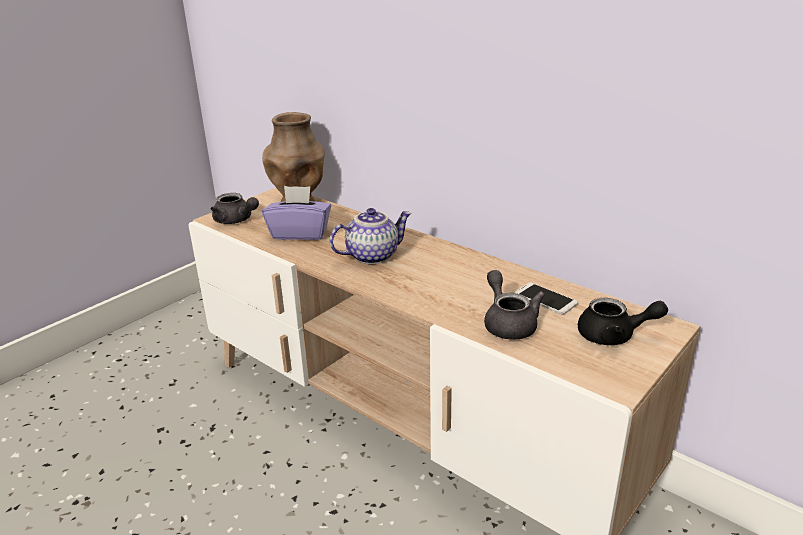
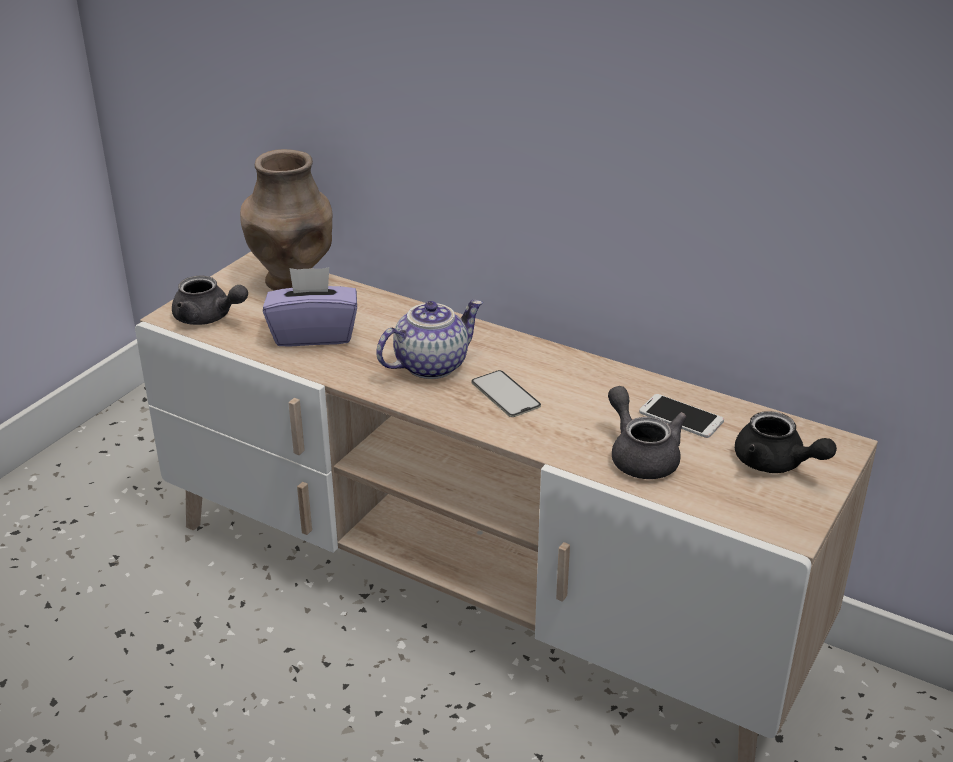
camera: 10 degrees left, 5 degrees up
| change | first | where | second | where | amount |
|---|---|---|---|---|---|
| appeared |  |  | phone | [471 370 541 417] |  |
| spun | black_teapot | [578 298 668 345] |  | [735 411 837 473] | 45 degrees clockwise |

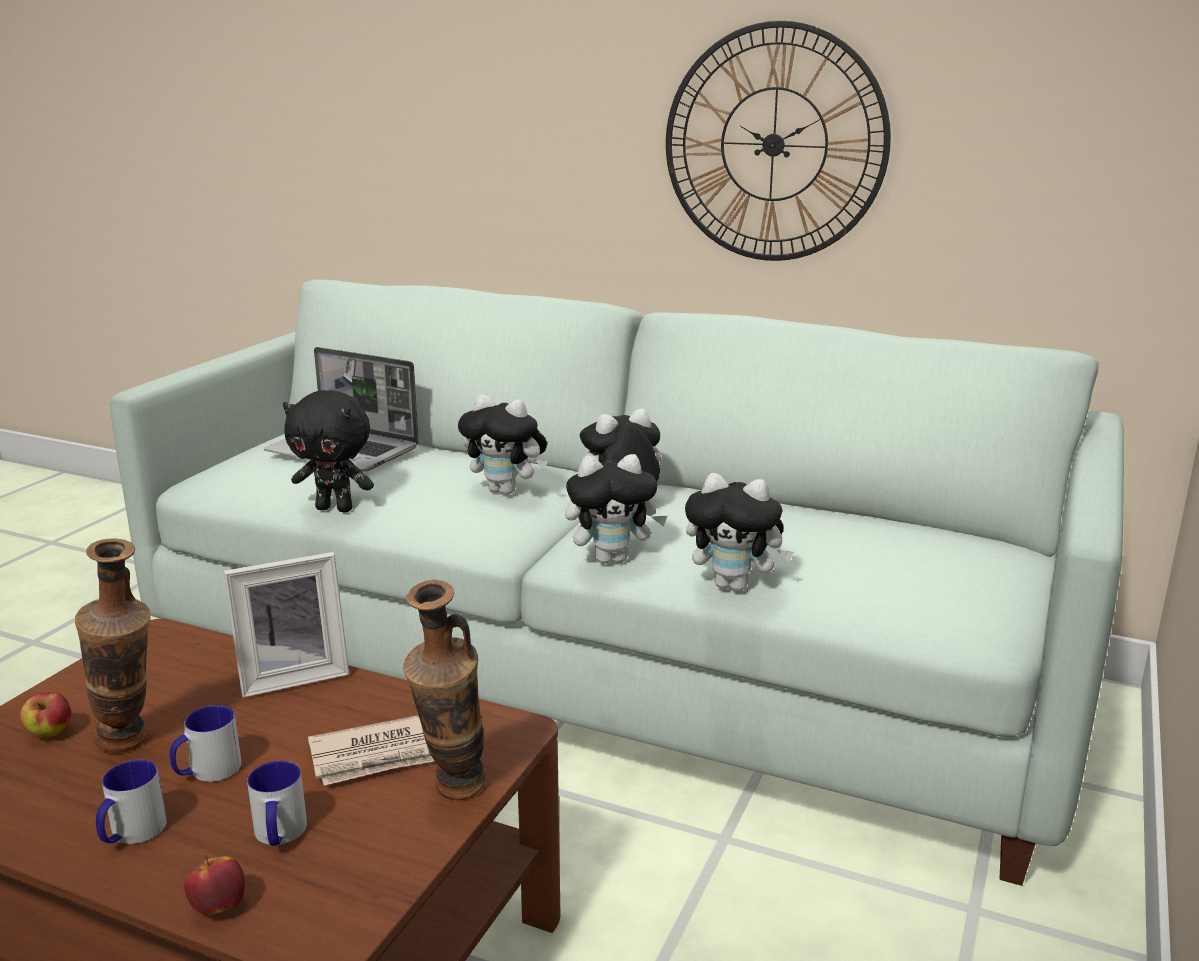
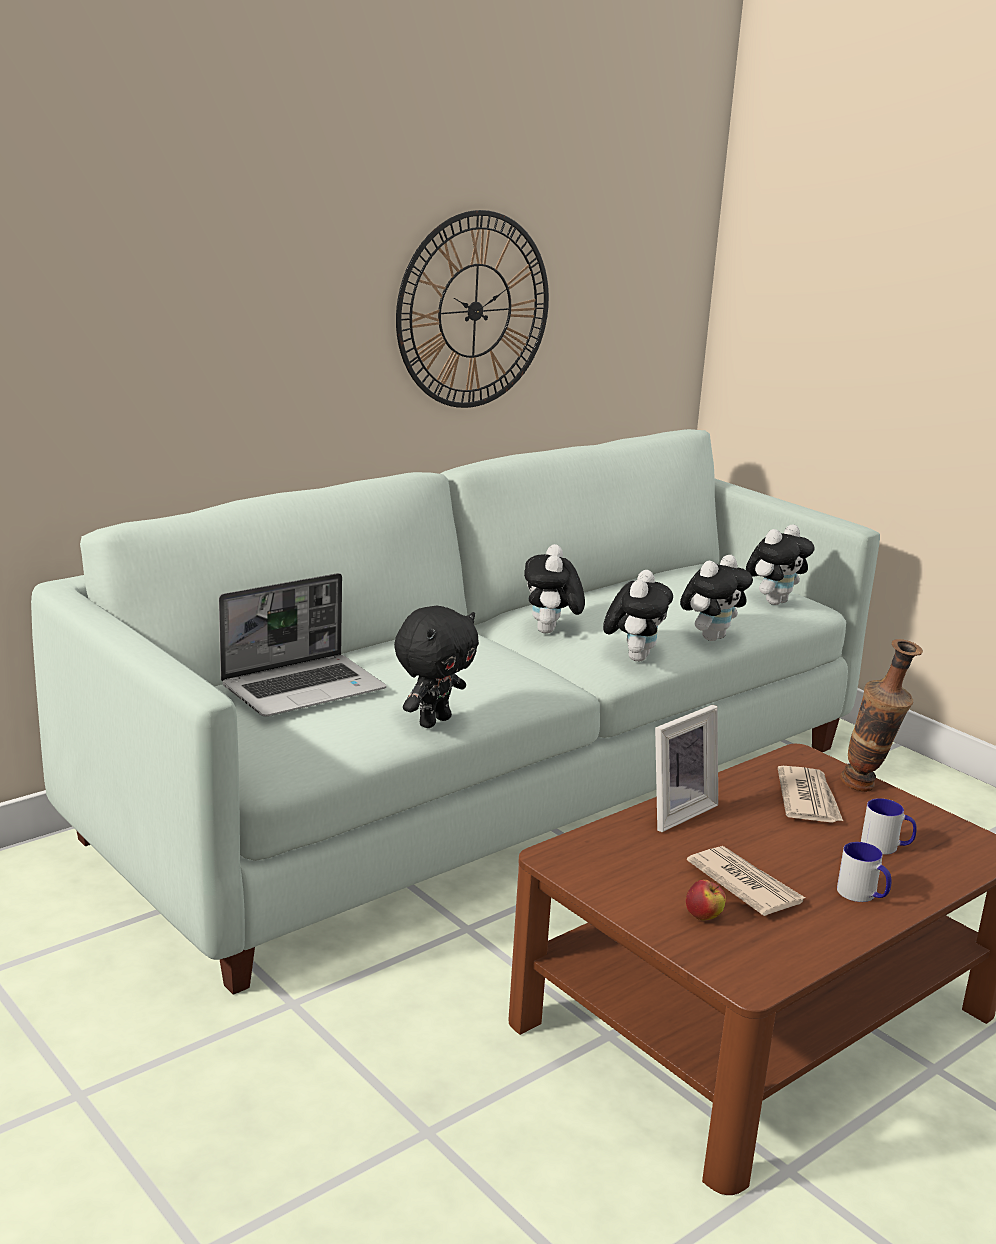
camera: 65 degrees left, 0 degrees up
| change | first | where | second | where | amount |
|---|---|---|---|---|---|
| spun | picture_frame | [223 552 349 698] |  | [655 705 718 832] | 45 degrees clockwise |
| exchanged | vase | [75 539 150 753] | newspaper | [687 846 805 916] |  |
| relocated | plush_toy | [458 394 548 495] |  | [746 524 815 605] |  |
| missing | mug | [170 705 242 782] |  |  |  |
| missing | apple | [184 855 245 916] |  |  |  |

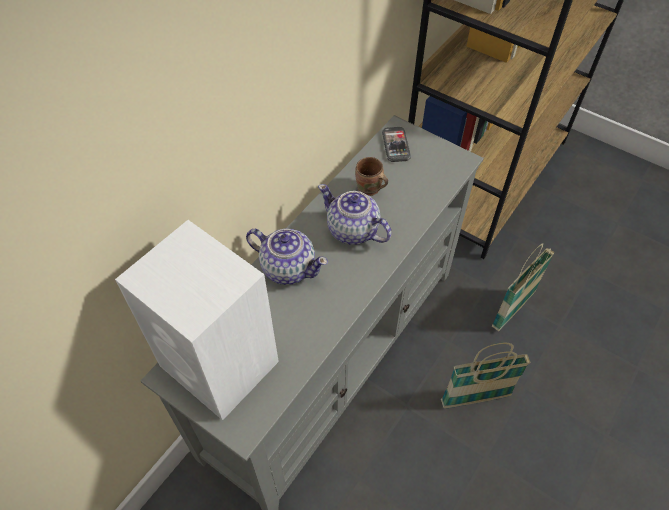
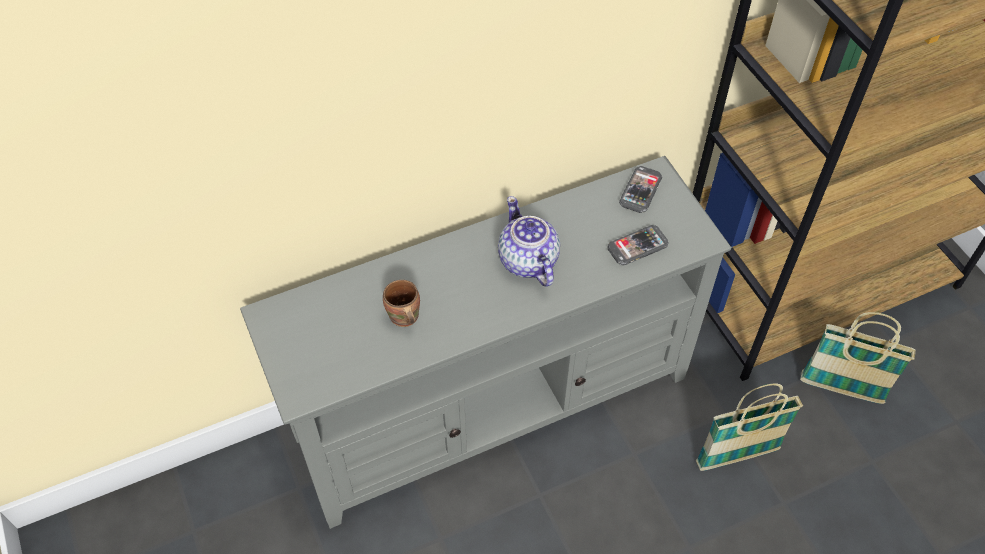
camera: 30 degrees right, 0 degrees up
| change | first | where | second | where | amount |
|---|---|---|---|---|---|
| relocated | brown_mug | [355 157 388 196] |  | [383 280 420 327] |  |
| appeared |  |  | phone | [608 225 668 265] |  |
| relocated | basket | [441 343 531 408] |  | [800 312 916 404] |  |
| missing | white_speaker | [115 220 279 420] |  |  |  |
| missing | teapot | [246 229 328 285] |  |  |  |

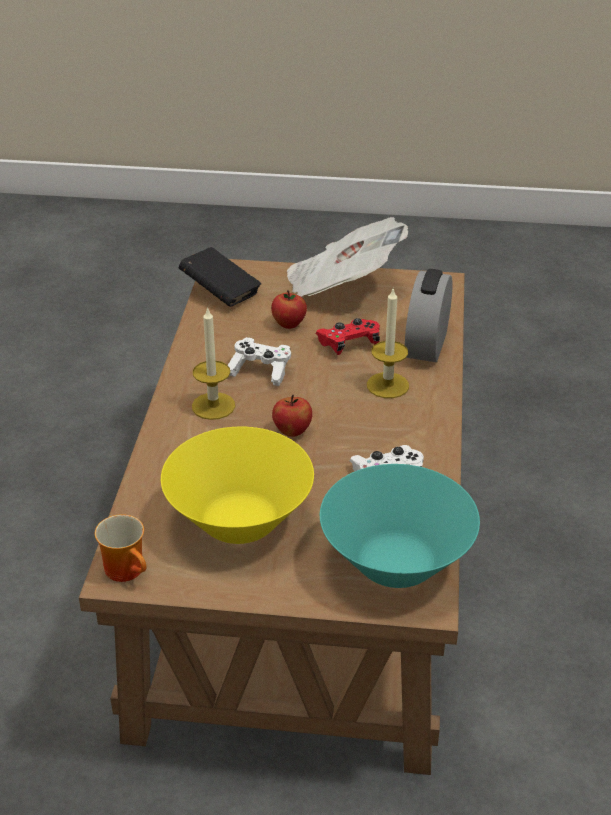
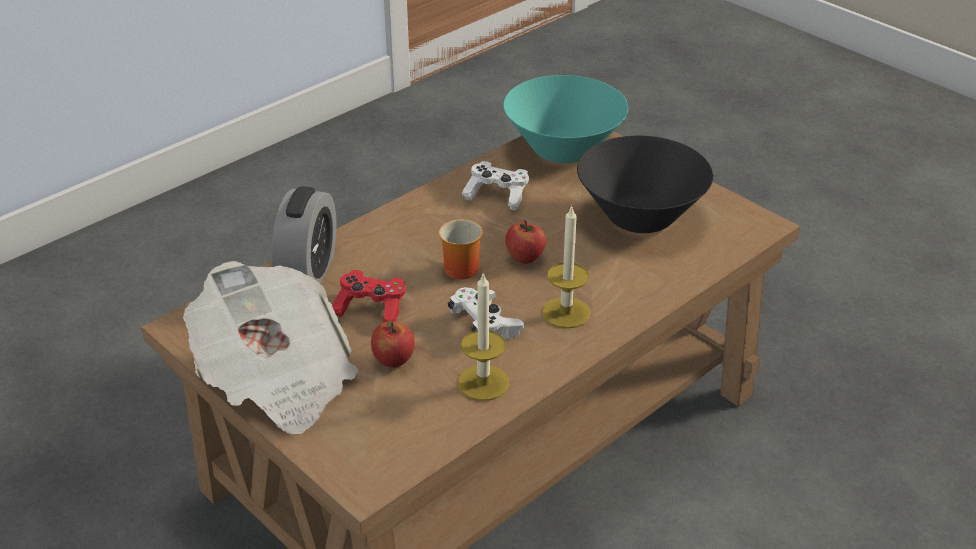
camera: 140 degrees left, 0 degrees up
| change | first | where | second | where | amount |
|---|---|---|---|---|---|
| spun | alarm_clock | [405 269 453 362] |  | [272 186 337 284] | 45 degrees counterclockwise |
| relocated | mug | [95 514 147 582] |  | [439 219 483 279] |  |
| relocated | candle | [367 287 409 398] |  | [458 274 509 401] |  |
| colour | yellow_bowl | [161 427 314 544] | black_bowl | [577 135 713 233] |  |
| missing | black_book | [179 247 261 307] |  |  |  |

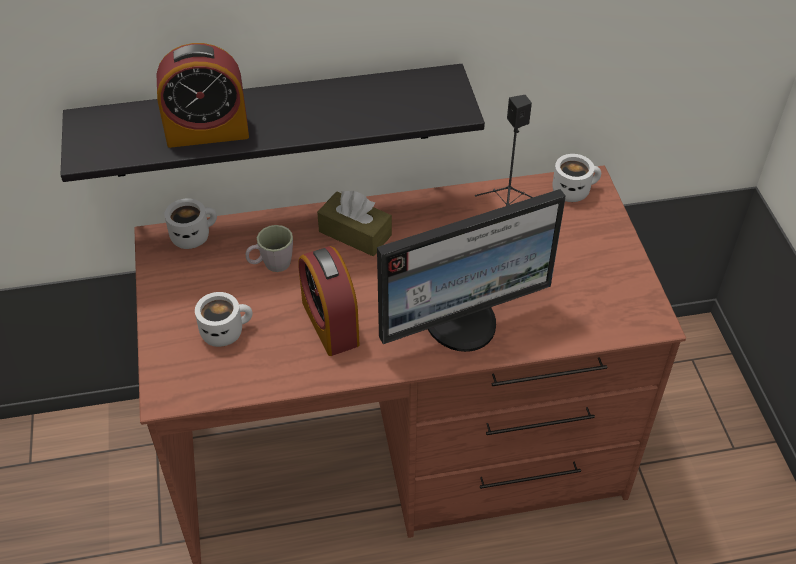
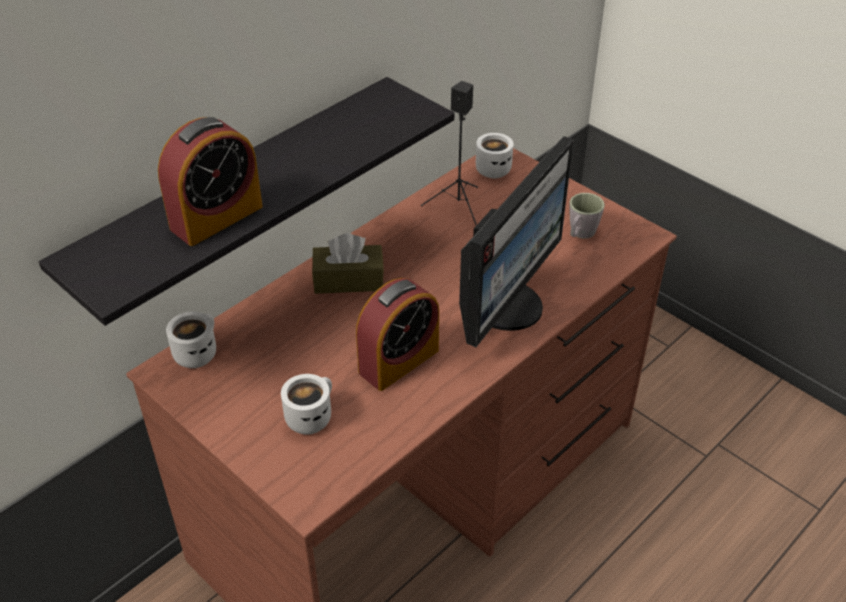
camera: 35 degrees left, 5 degrees down
| change | first | where | second | where | amount |
|---|---|---|---|---|---|
| spun | alarm_clock | [298 246 359 356] |  | [356 278 439 391] | 75 degrees counterclockwise |
| relocated | grey_mug | [246 225 293 272] |  | [569 193 605 239] |  |

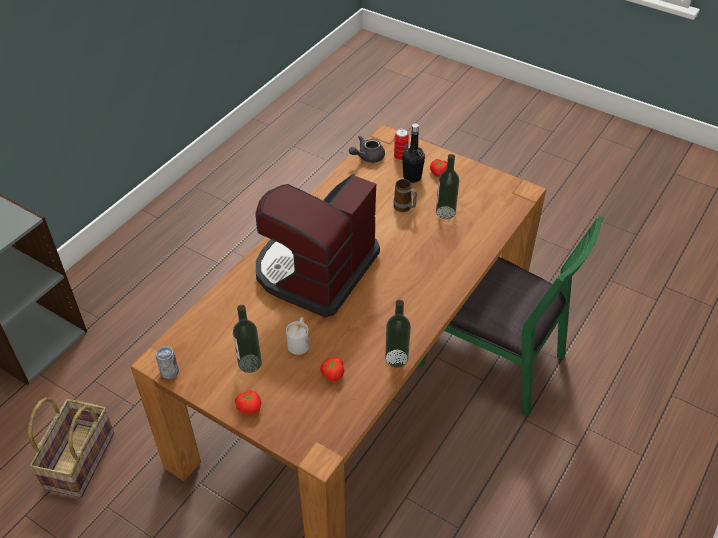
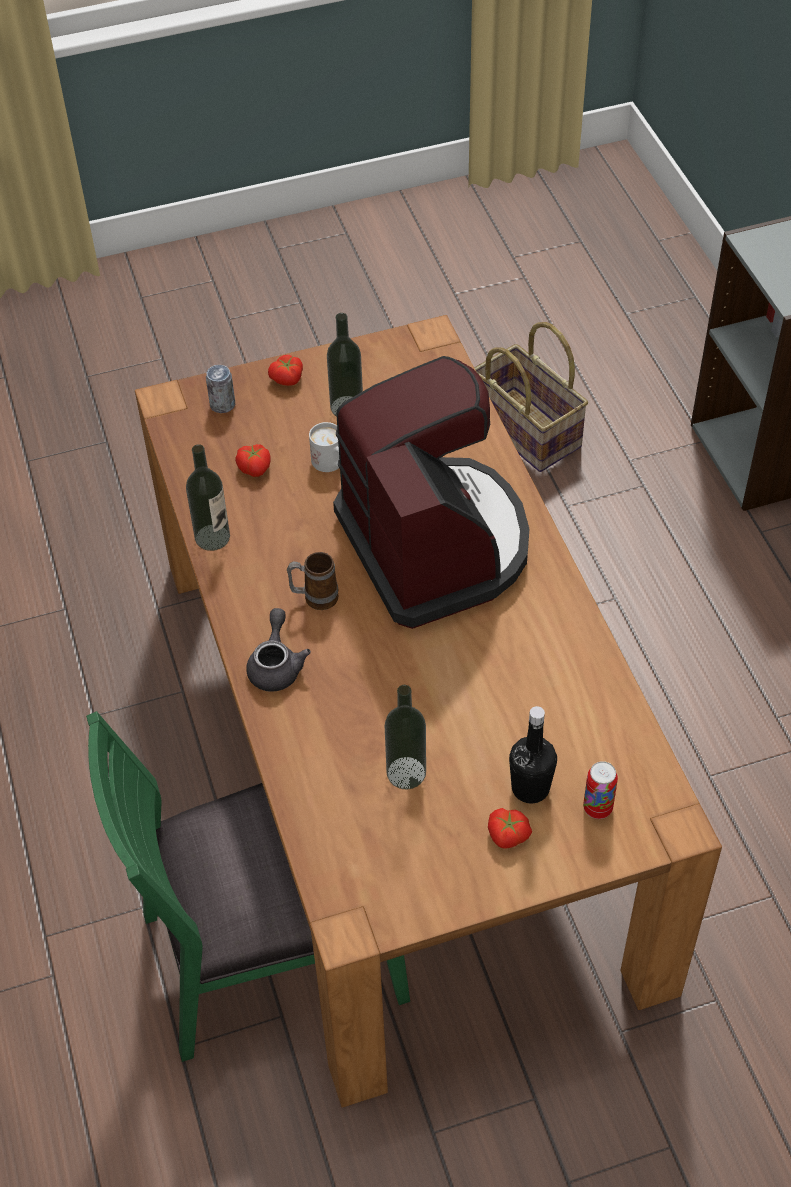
camera: 130 degrees right, 5 degrees up
| change | first | where | second | where | amount |
|---|---|---|---|---|---|
| relocated | can | [156 346 179 379] |  | [206 365 235 413] |  |
| relocated | grey_teapot | [349 136 385 163] |  | [246 608 311 692] |  |
| relocated | mug | [394 179 417 212] |  | [287 552 338 610] |  |

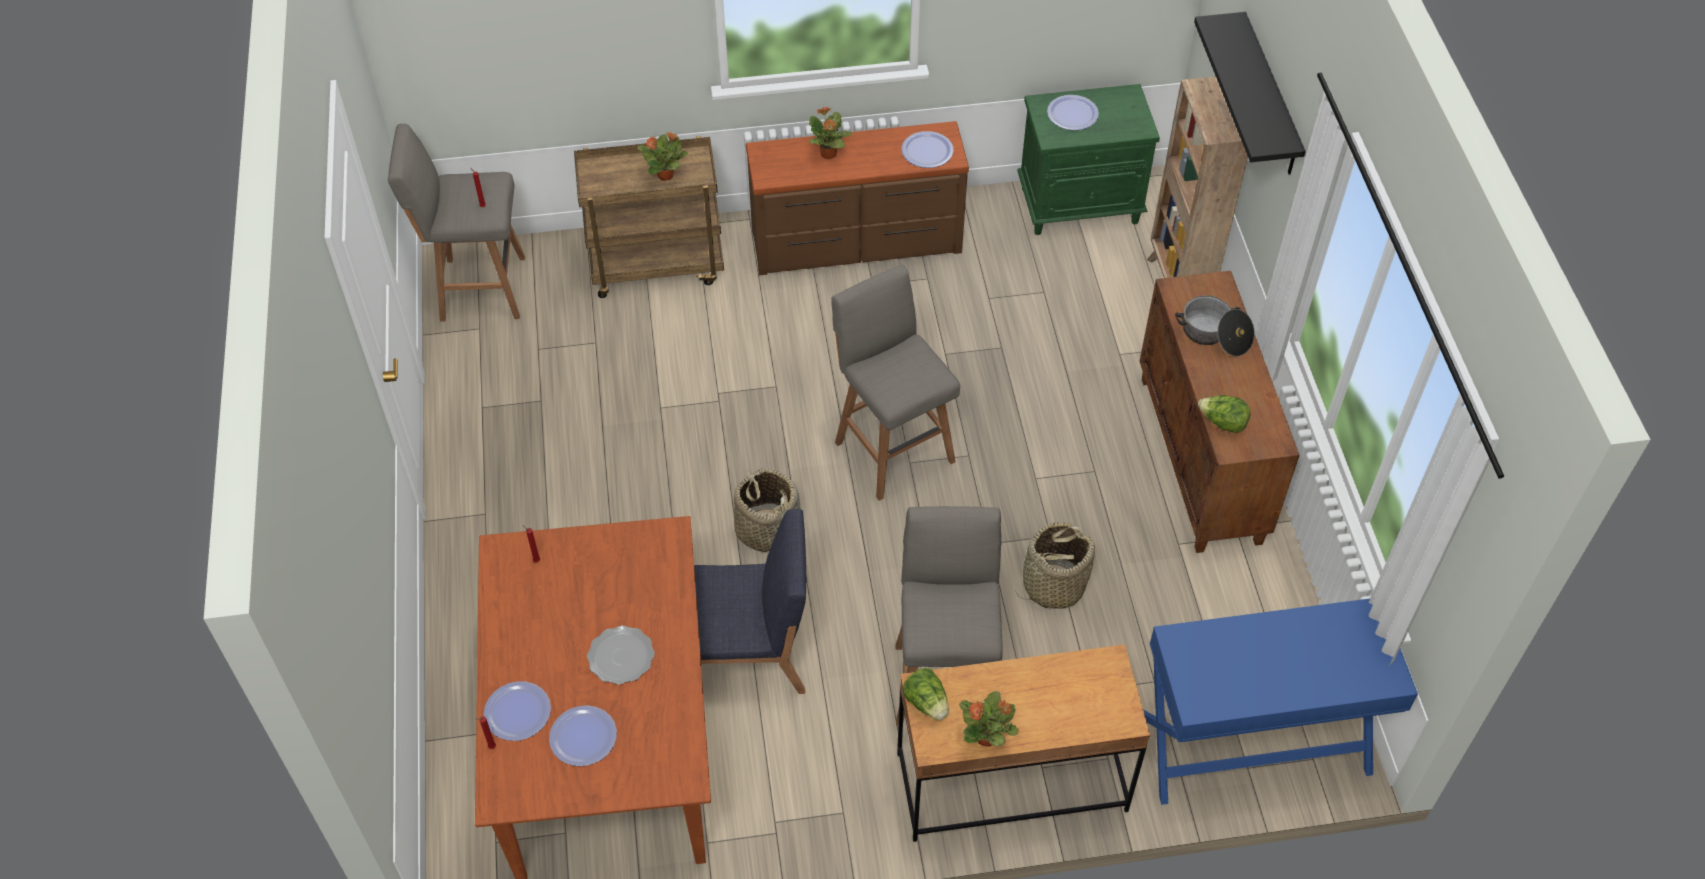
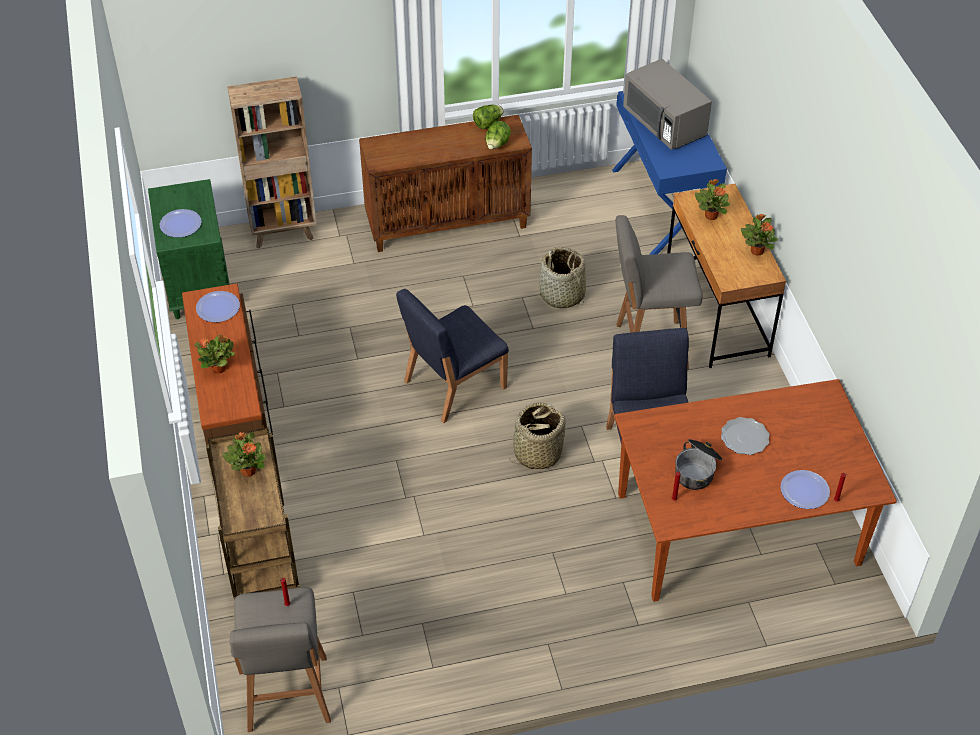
camera: 95 degrees left, 5 degrees down
| change | first | where | second | where | amount |
|---|---|---|---|---|---|
| exchanged | grey_stool | [831 265 960 501] | blue_chair | [396 289 509 423] |  |
| relocated | lettuce | [903 668 949 720] |  | [473 104 504 129] |  |
| appeared |  |  | grey_microwave | [623 59 712 150] |  |
| relocated | cooking_pot | [1175 296 1255 356] |  | [675 439 723 490] |  |
| appeared |  |  | potted_plant | [695 179 730 220] |  |
| missing | plate | [549 706 617 766] |  |  |  |
| missing | black_shelf | [1194 12 1306 174] |  |  |  |

